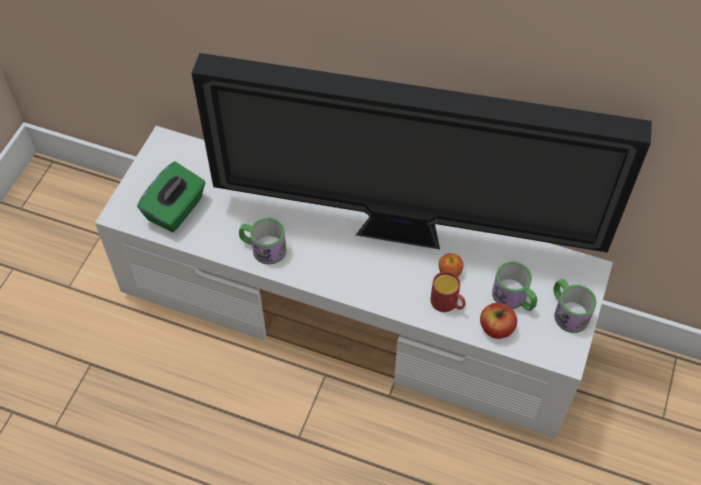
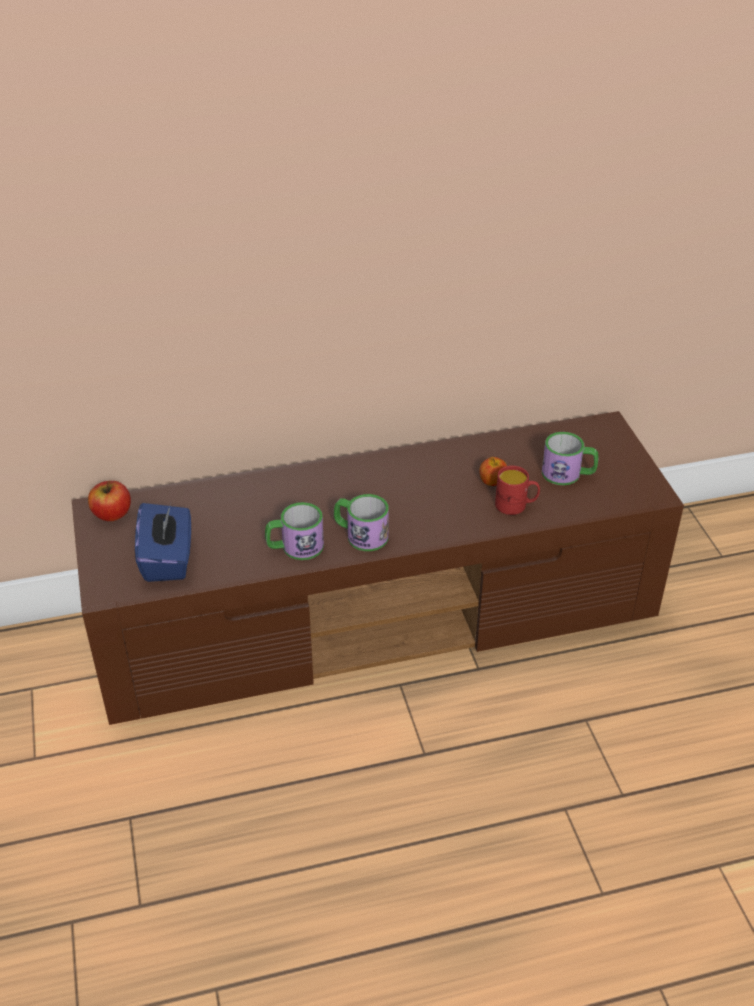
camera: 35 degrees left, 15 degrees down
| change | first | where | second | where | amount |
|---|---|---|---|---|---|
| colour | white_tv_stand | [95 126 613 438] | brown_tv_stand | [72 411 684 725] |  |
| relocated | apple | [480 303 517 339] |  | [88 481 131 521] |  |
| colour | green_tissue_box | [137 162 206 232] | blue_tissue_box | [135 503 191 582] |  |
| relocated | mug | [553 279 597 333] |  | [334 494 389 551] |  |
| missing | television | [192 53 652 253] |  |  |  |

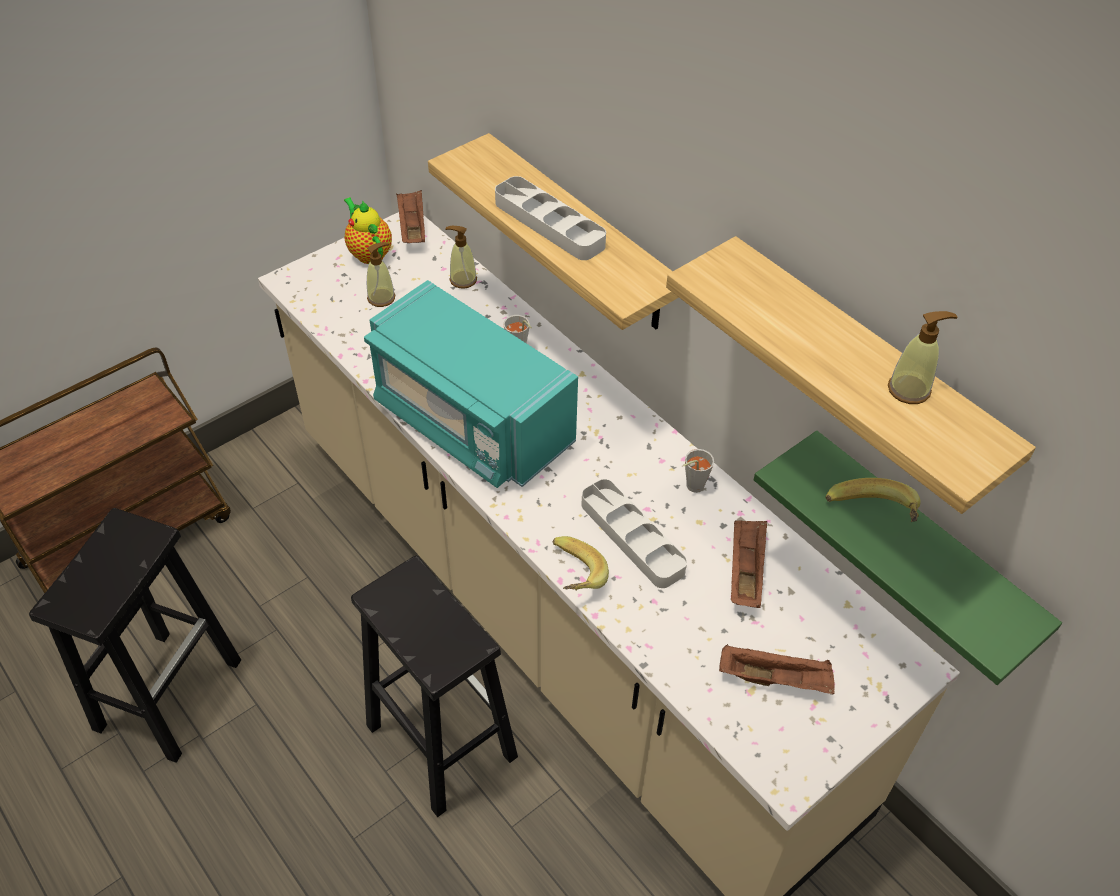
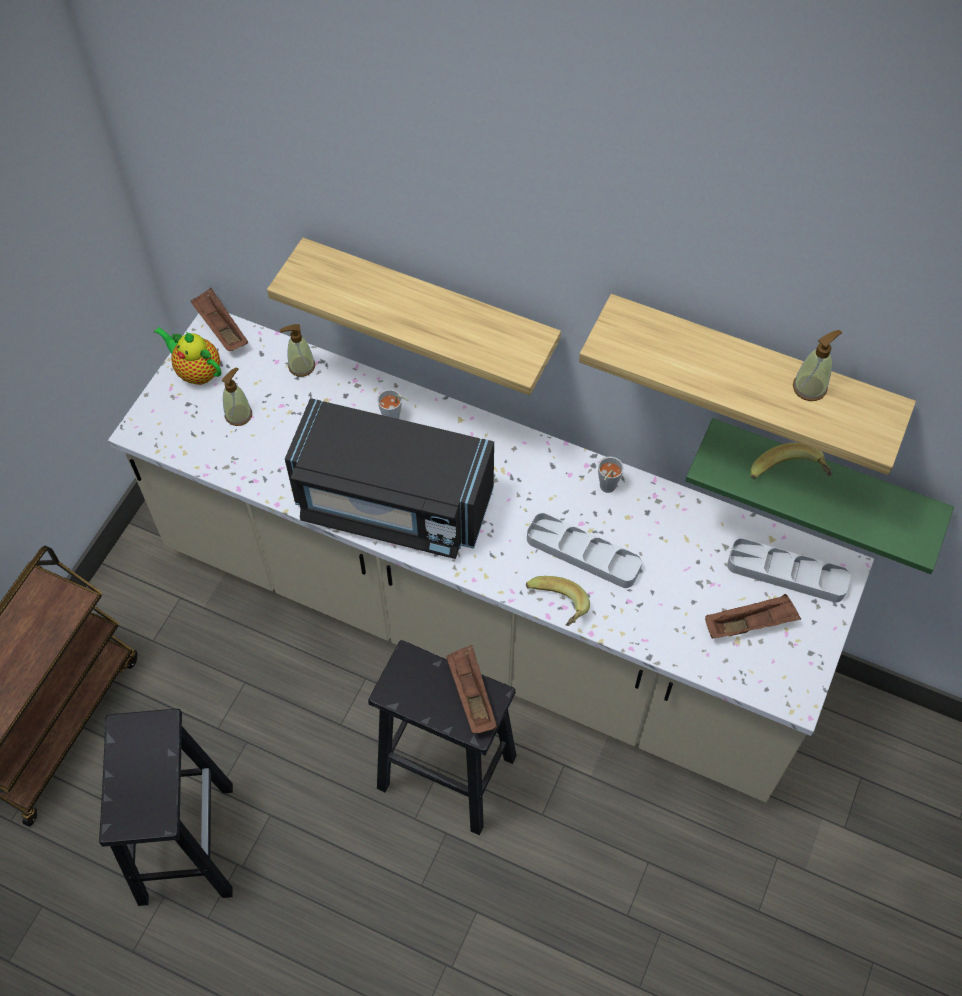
camera: 25 degrees left, 10 degrees up
| change | first | where | second | where | amount |
|---|---|---|---|---|---|
| colour | turquoise_microwave | [364 280 578 488] | black_microwave | [285 398 494 559] |  |
| relocated | brown_tray | [731 520 767 608] |  | [447 645 497 733] |  |
| relocated | grey_tray | [495 176 606 260] |  | [727 538 851 603] |  |

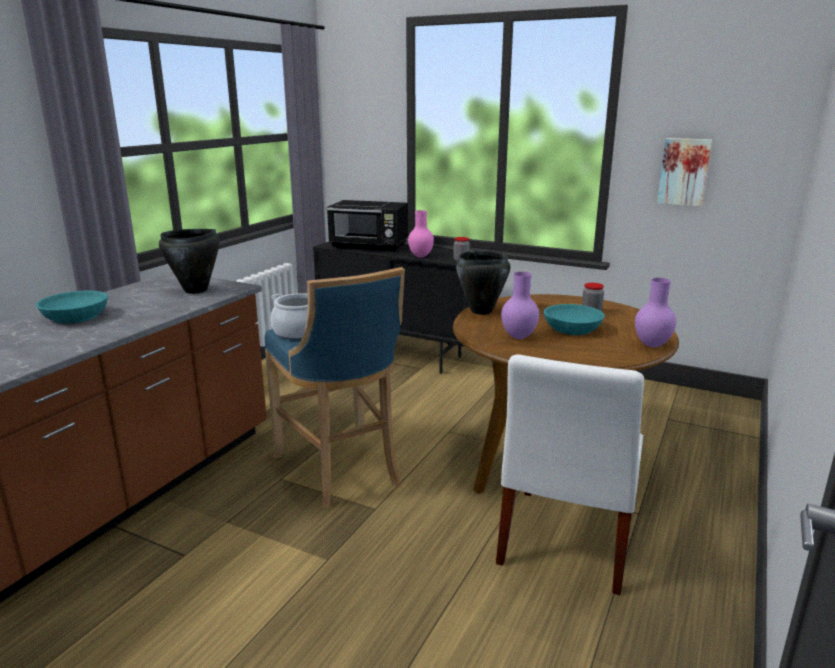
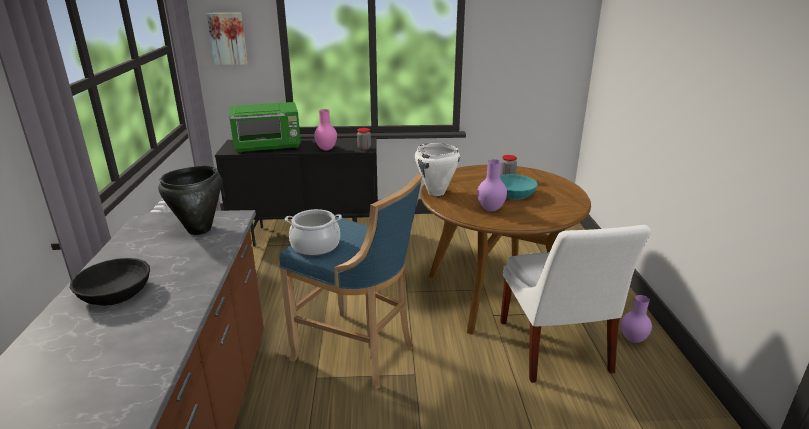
camera: 30 degrees left, 5 degrees up
| change | first | where | second | where | amount |
|---|---|---|---|---|---|
| colour | turquoise_bowl | [36 291 108 324] | black_bowl | [70 258 150 306] |  |
| relocated | picture | [657 138 712 206] |  | [207 13 248 65] |  |
| colour | black_microwave | [327 200 408 252] | green_microwave | [229 102 301 153] |  |
| colour | black_cooking_pot | [456 250 511 315] | white_cooking_pot | [415 143 460 196] |  |
| relocated | purple_vase | [635 278 676 347] |  | [621 295 652 343] |  |

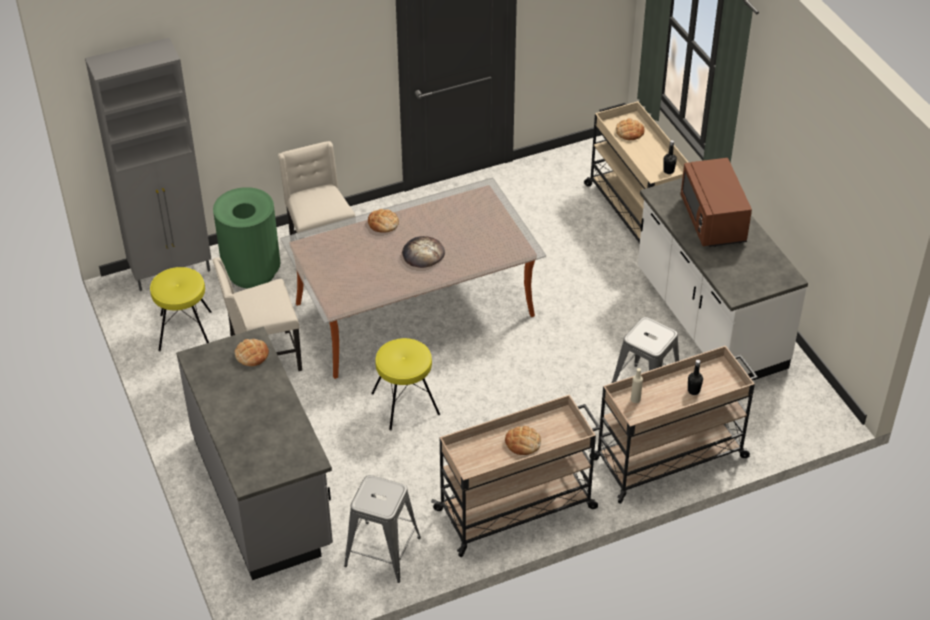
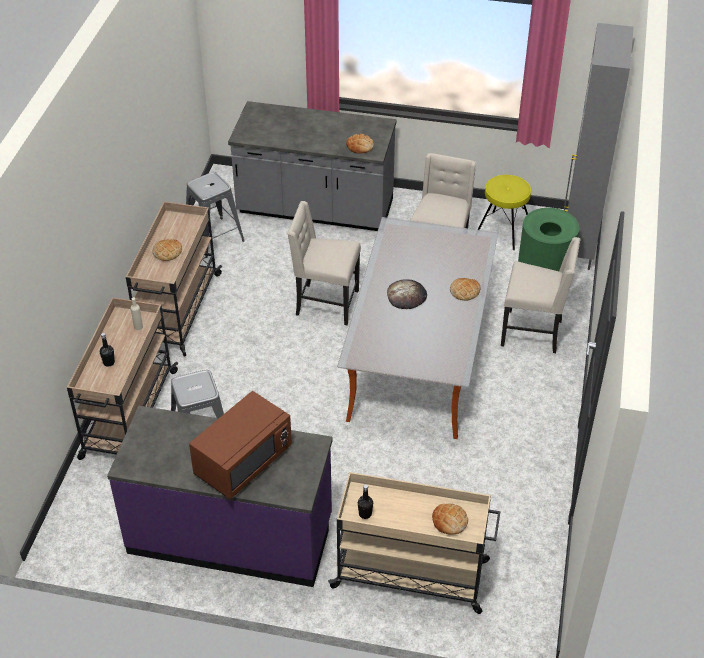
camera: 125 degrees right, 0 degrees up
| change | first | where | second | where | amount |
|---|---|---|---|---|---|
| colour | white_counter | [638 178 808 381] | purple_counter | [107 406 333 587] |  |
| spun | brown_microwave | [681 158 752 247] |  | [189 391 292 499] | 105 degrees clockwise |
| exchanged | yellow_stool | [371 338 440 430] | beige_chair | [287 201 361 325] |  |

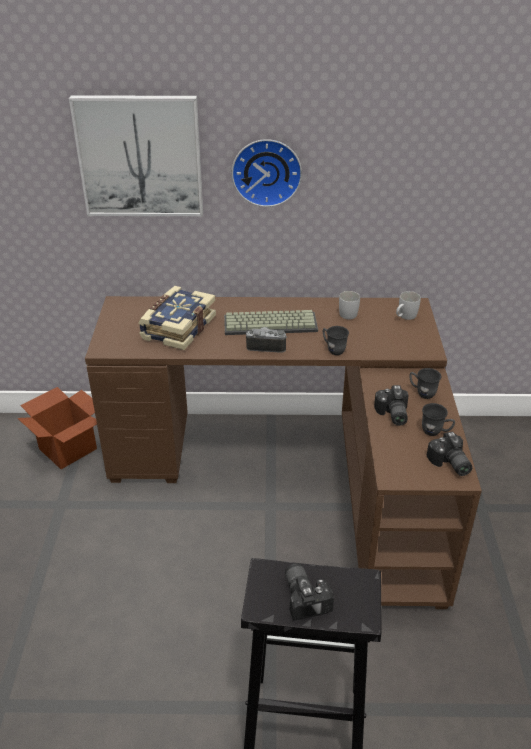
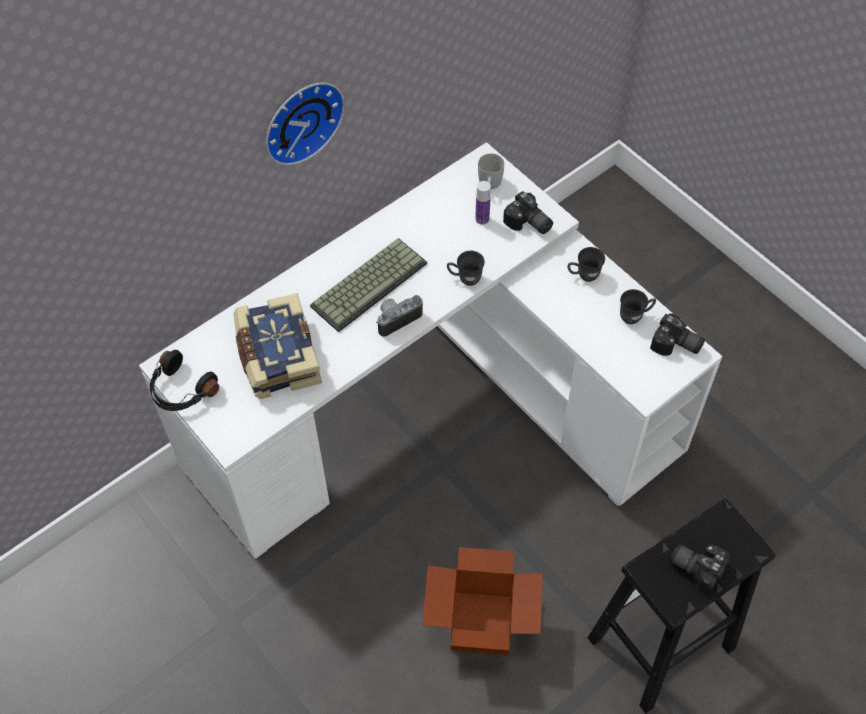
camera: 40 degrees left, 20 degrees up
| change | first | where | second | where | amount |
|---|---|---|---|---|---|
| colour | brown_desk | [85 296 482 609] | white_desk | [139 142 722 558] |  |
| appeared |  |  | black_headphones | [150 350 219 411] |  |
| relocated | cardboard_box | [17 387 97 469] |  | [422 547 543 655] |  |
| appeared |  |  | bottle | [475 181 491 225] |  |
| relocated | photo_camera | [374 385 409 426] |  | [503 191 553 234] |  |
| missing | picture | [69 95 203 216] |  |  |  |
| missing | white_mug | [339 291 360 319] |  |  |  |

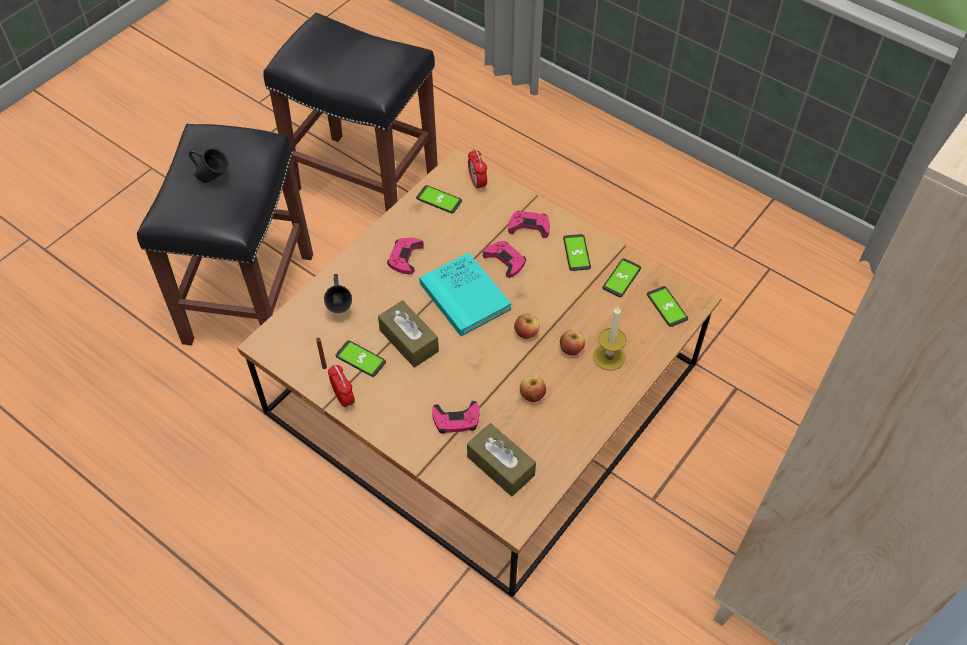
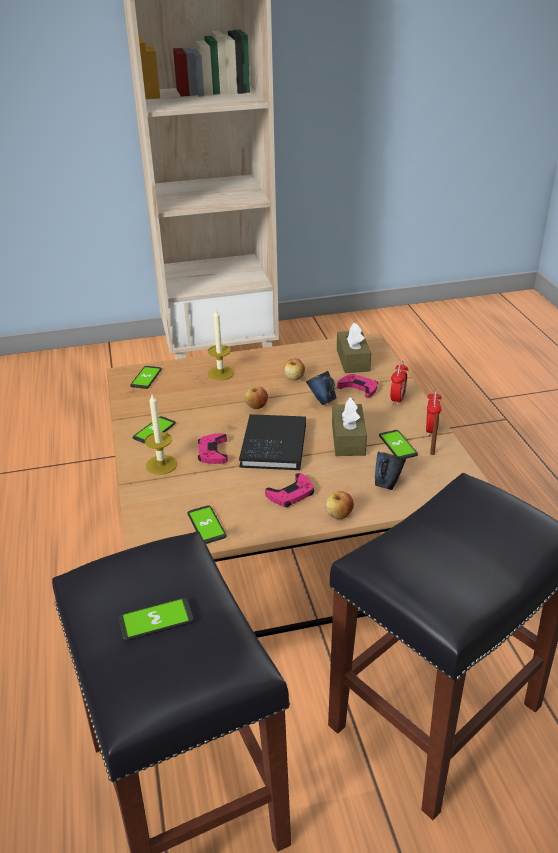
camera: 140 degrees left, 20 degrees down
| change | first | where | second | where | amount |
|---|---|---|---|---|---|
| relocated | phone | [602 258 641 297] |  | [118 598 194 641] |  |
| exchanged | pink_game_controller | [508 211 550 238] | candle | [145 394 177 475] |  |
| colour | turquoise_book | [419 252 511 336] | black_book | [239 414 306 470] |  |
| relocated | blue_mug | [189 148 229 183] |  | [306 371 337 405] |  |
| relocated | apple | [560 330 585 355] |  | [326 491 354 519] |  |
| relocated | alarm_clock | [468 149 487 191] |  | [390 361 408 406] |  |

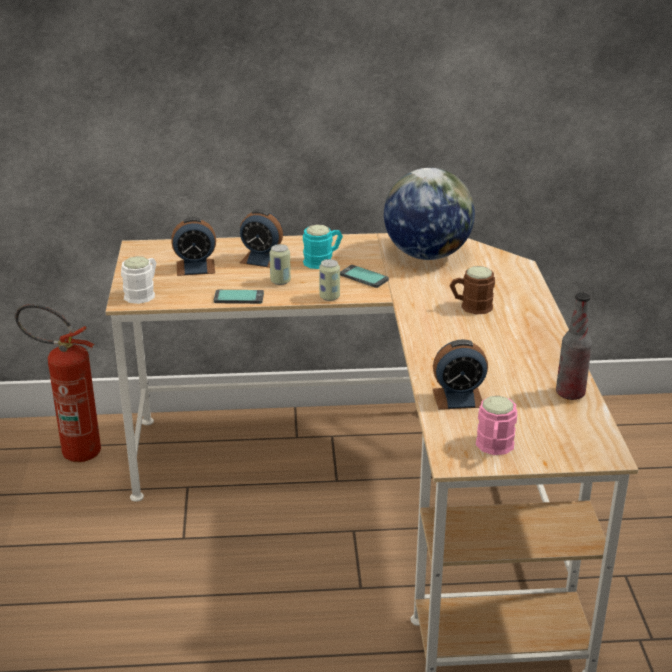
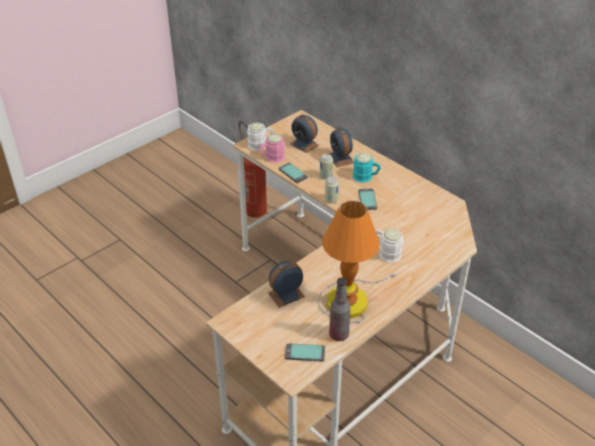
camera: 50 degrees right, 10 degrees up
| change | first | where | second | where | amount |
|---|---|---|---|---|---|
| relocated | pink_mug | [476 396 517 455] |  | [259 134 285 163] |  |
| spun | alarm_clock | [433 340 488 410] |  | [268 261 305 308] | 105 degrees clockwise |
| appeared |  |  | phone | [285 343 325 362] |  |
| appeared |  |  | table_lamp | [318 200 397 323] |  |
| colour | brown_mug | [449 266 495 314] | white_mug | [376 229 404 263] |  |
| missing | globe | [384 168 475 260] |  |  |  |

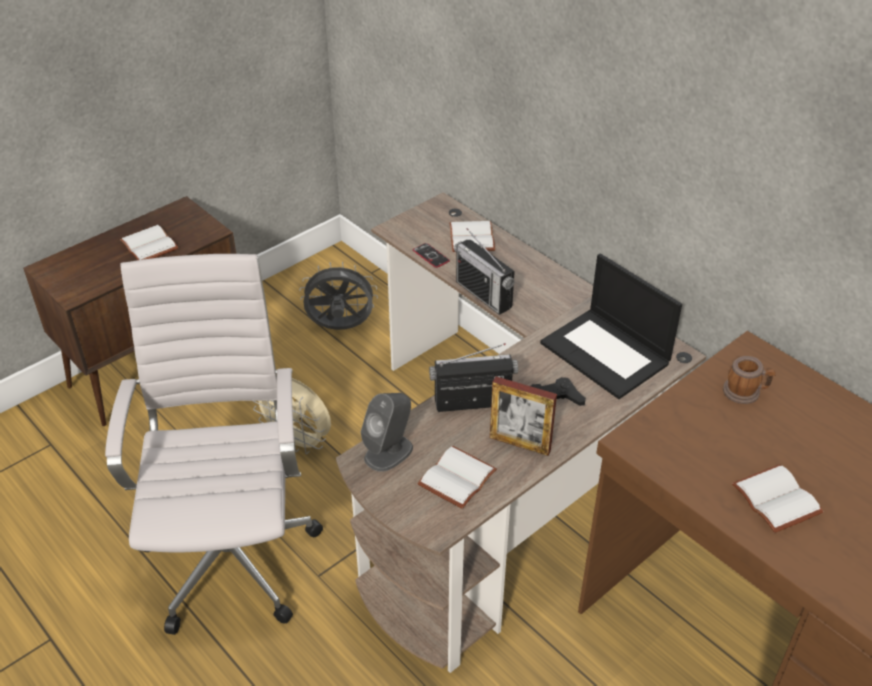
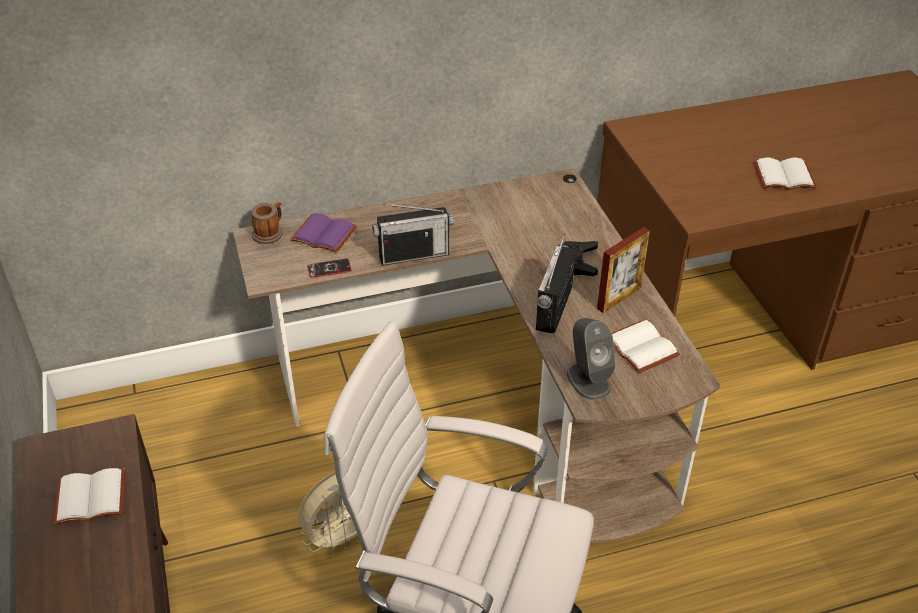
camera: 65 degrees left, 0 degrees up
| change | first | where | second | where | amount |
|---|---|---|---|---|---|
| relocated | mug | [723 356 776 404] |  | [252 202 283 244] |  |
| colour | white_book | [449 221 495 252] | purple_book | [290 213 357 253] |  |
| missing | grey_fan | [299 262 378 330] |  |  |  |
| missing | laptop | [540 254 682 399] |  |  |  |

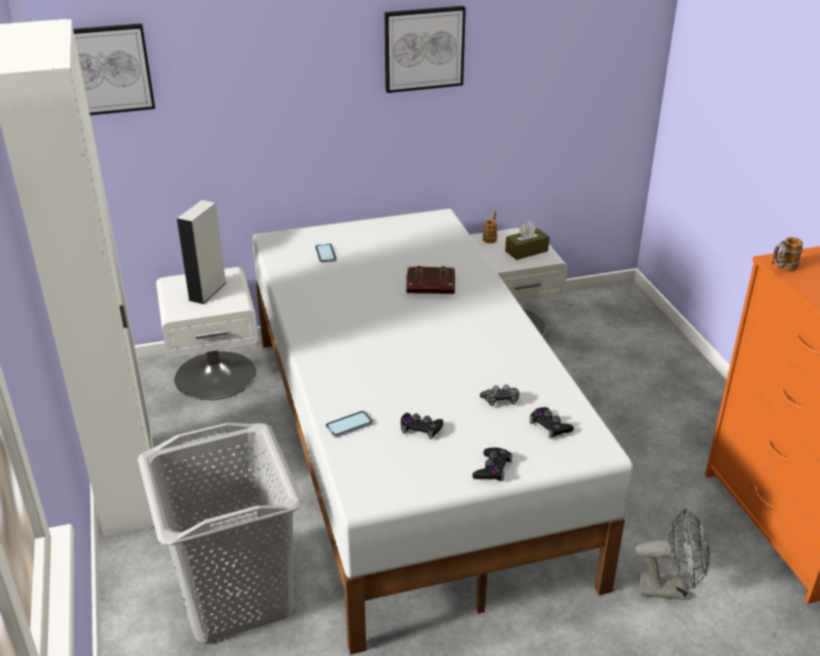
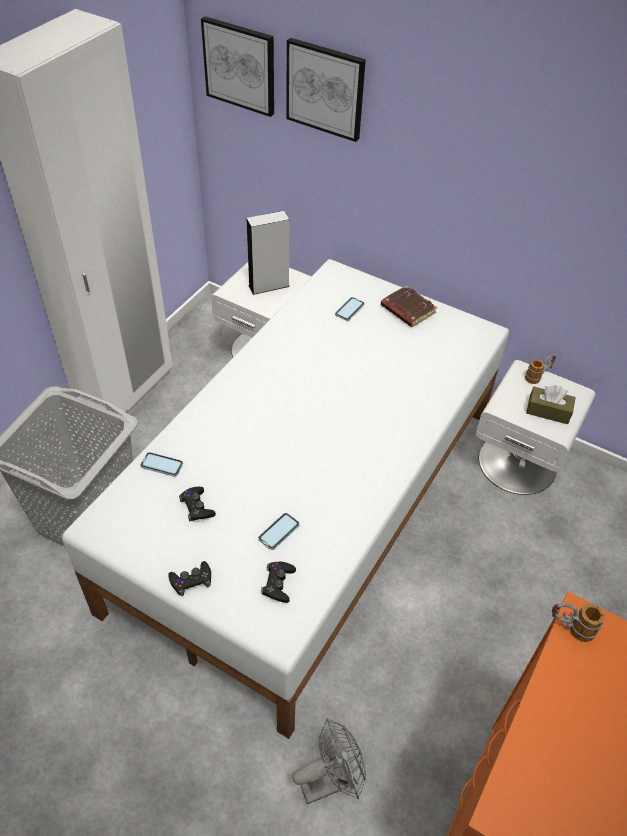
camera: 45 degrees right, 15 degrees up
| change | first | where | second | where | amount |
|---|---|---|---|---|---|
| exchanged | game_controller | [480 385 520 406] | phone | [258 513 300 550] |  |
| relocated | picture | [384 6 466 93] |  | [286 38 366 142] |  |
| spun | grey_fan | [635 508 710 600] |  | [293 718 366 804] | 75 degrees counterclockwise |
| relocated | brown_book | [406 266 455 294] |  | [381 286 437 327] |  |

